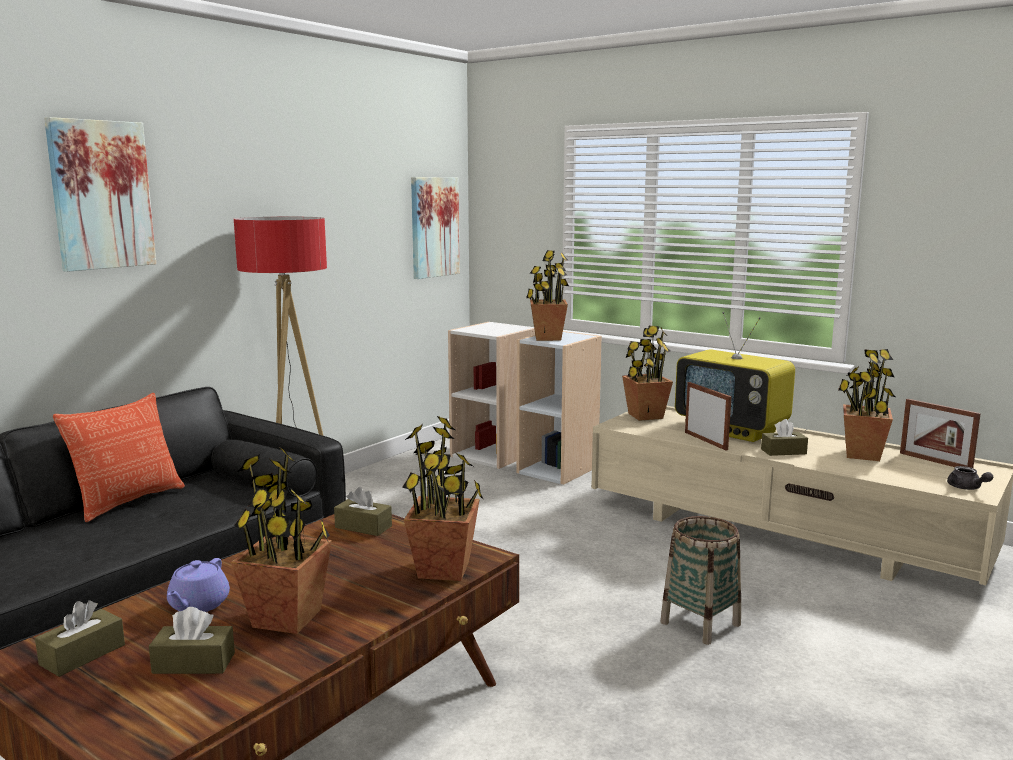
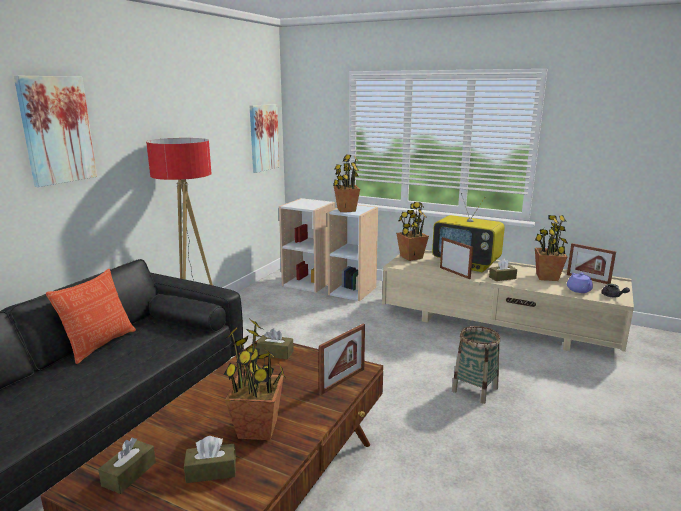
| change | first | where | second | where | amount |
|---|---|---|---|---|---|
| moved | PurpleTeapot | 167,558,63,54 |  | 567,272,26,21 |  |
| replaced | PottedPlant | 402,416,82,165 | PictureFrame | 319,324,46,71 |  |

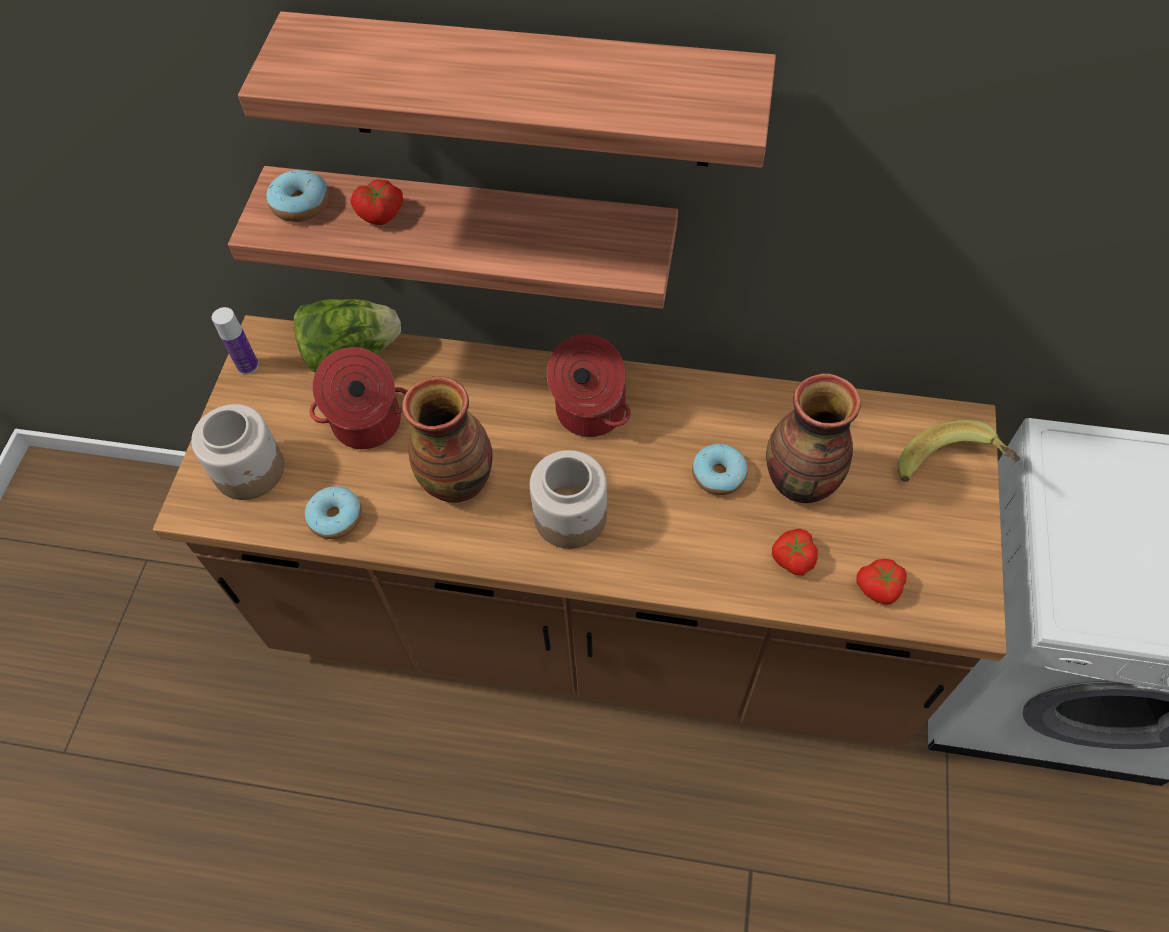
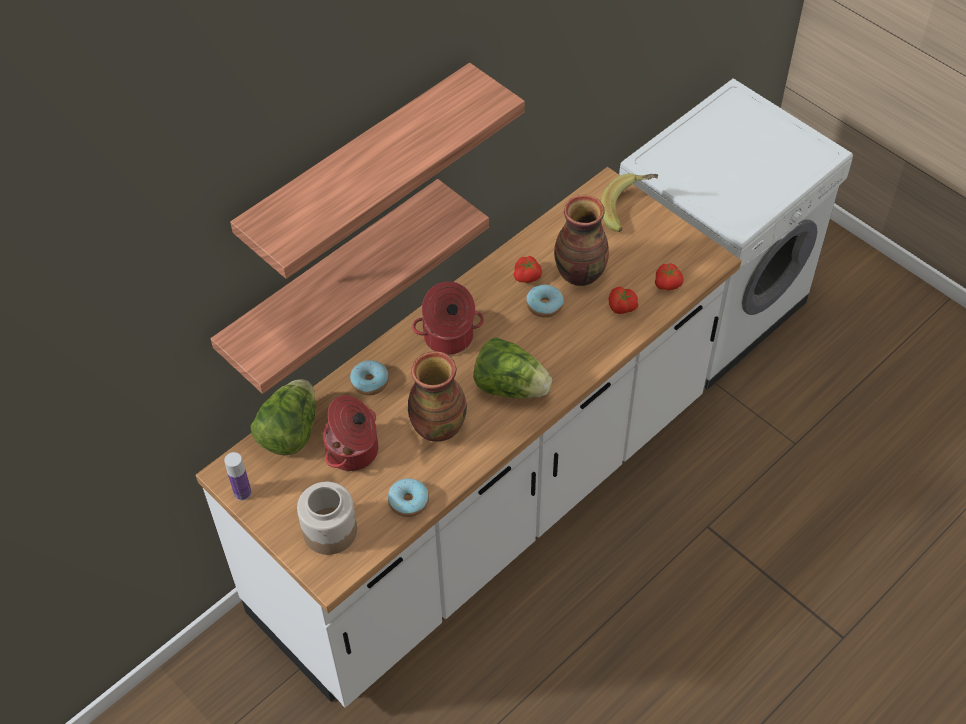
| change | first | where | second | where | amount |
|---|---|---|---|---|---|
| moved | Donut | 266,170,63,52 |  | 350,360,39,35 |  |
| moved | Tomato | 351,179,52,46 |  | 513,256,29,27 |  |
| replaced | Jar | 530,450,77,99 | Lettuce | 473,337,79,61 |  |
| recoloured | BrownCounter | 153,315,854,432 | WhiteCounter | 196,167,545,541 |  |

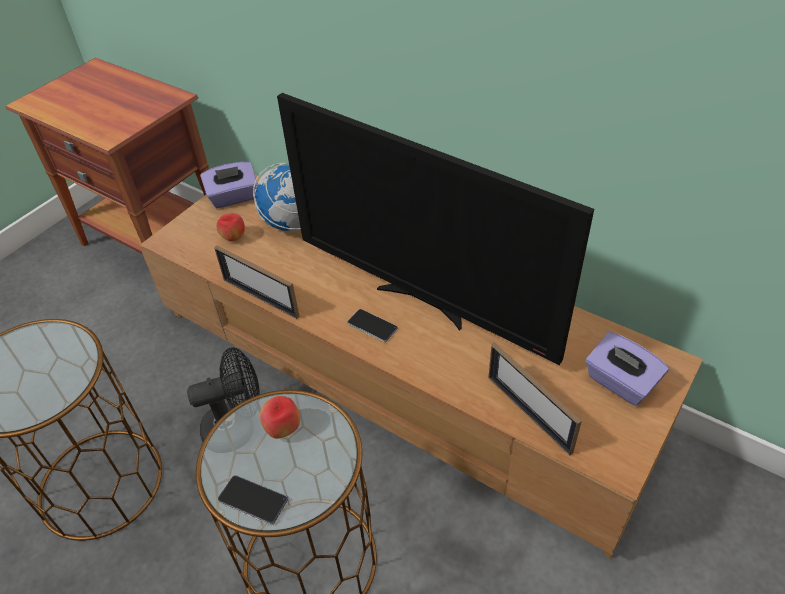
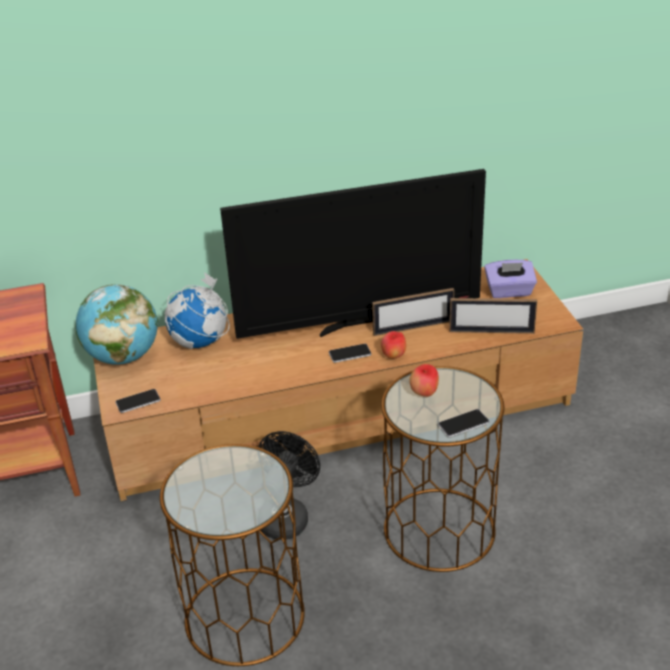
| change | first | where | second | where | amount |
|---|---|---|---|---|---|
| added |  |  | Phone | 115,389,46,24 |  |
| moved | PictureFrame | 214,245,86,74 |  | 372,288,83,48 |  |
| moved | Apple | 217,213,28,29 |  | 381,331,25,28 |  |
| replaced | PurpleTissueBox | 200,162,57,46 | Globe | 75,284,83,81 |  |

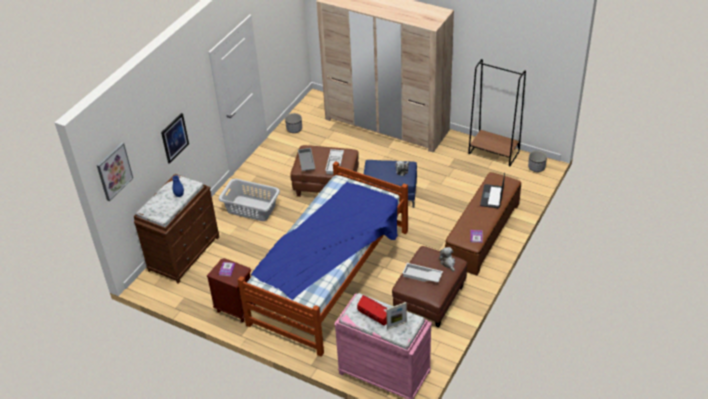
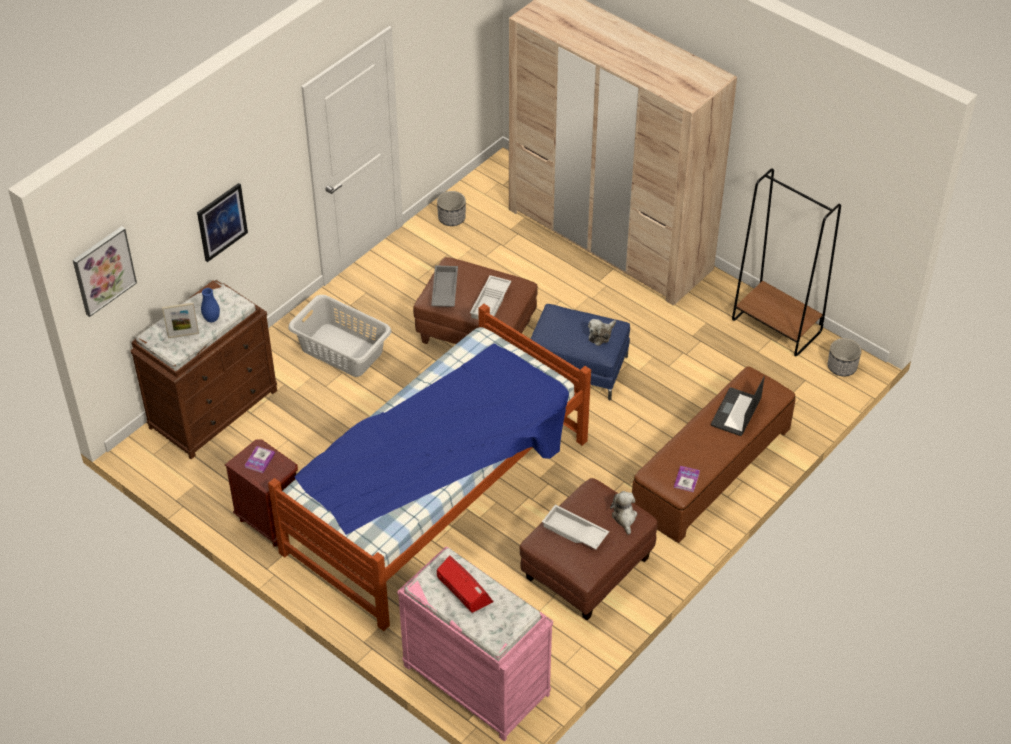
| change | first | where | second | where | amount |
|---|---|---|---|---|---|
| moved | PictureFrame | 386,302,21,28 |  | 162,303,37,35 |  |

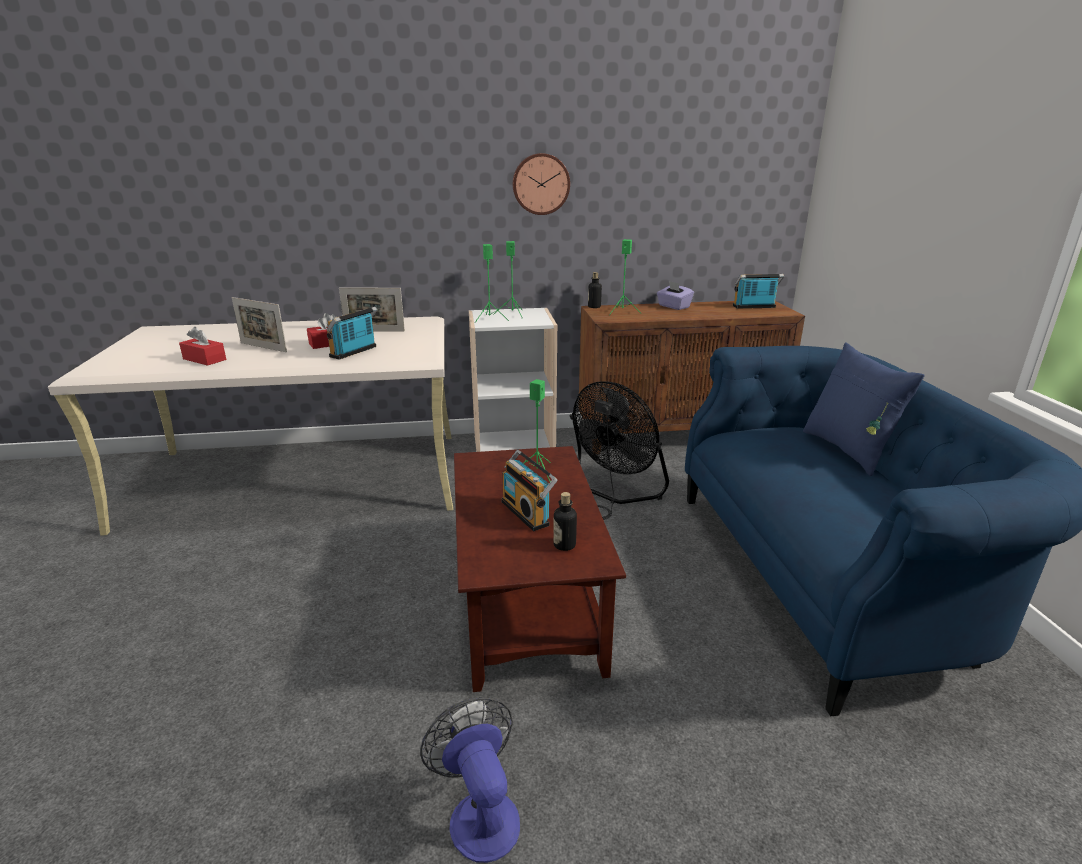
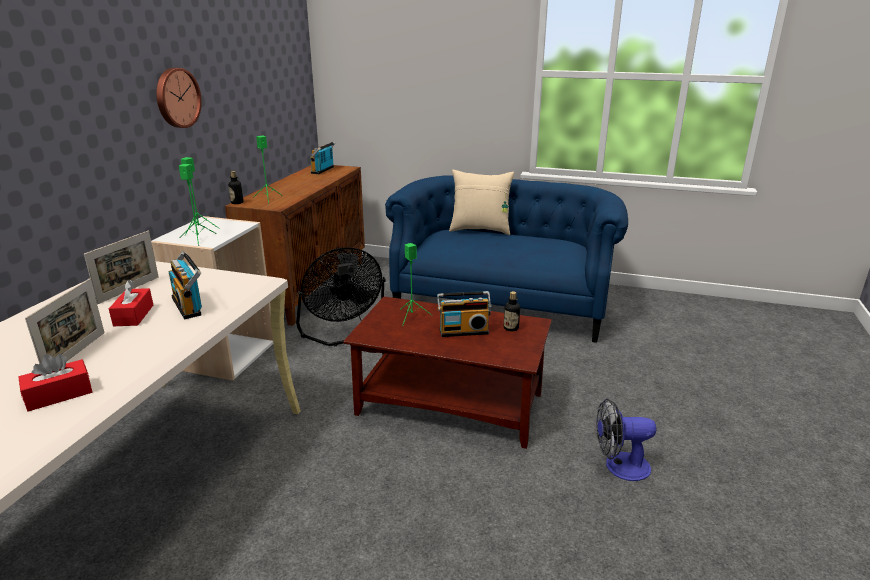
| change | first | where | second | where | amount |
|---|---|---|---|---|---|
| removed | PurpleTissueBox | 657,281,37,29 |  |  |  |
| recoloured | BluePillow | 803,343,121,133 | BeigePillow | 449,169,65,66 |  |
| turned | PictureFrame | 232,297,55,55 |  | 25,279,79,85 | 45 degrees counterclockwise |

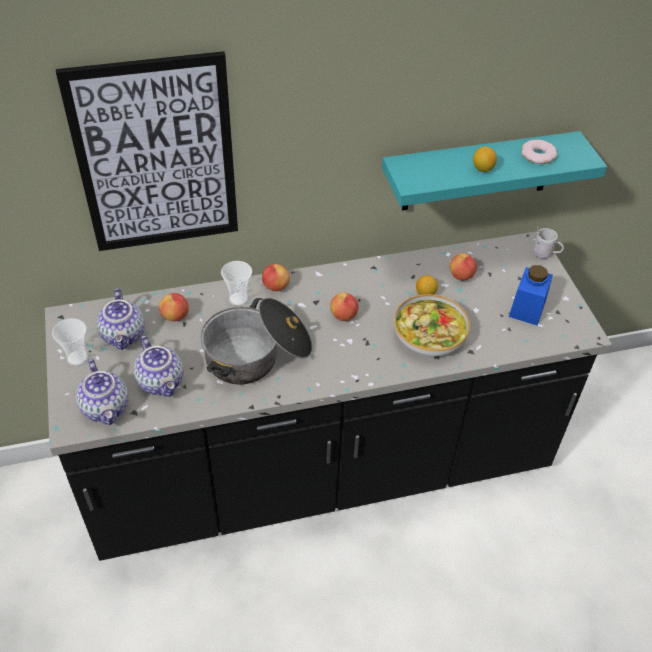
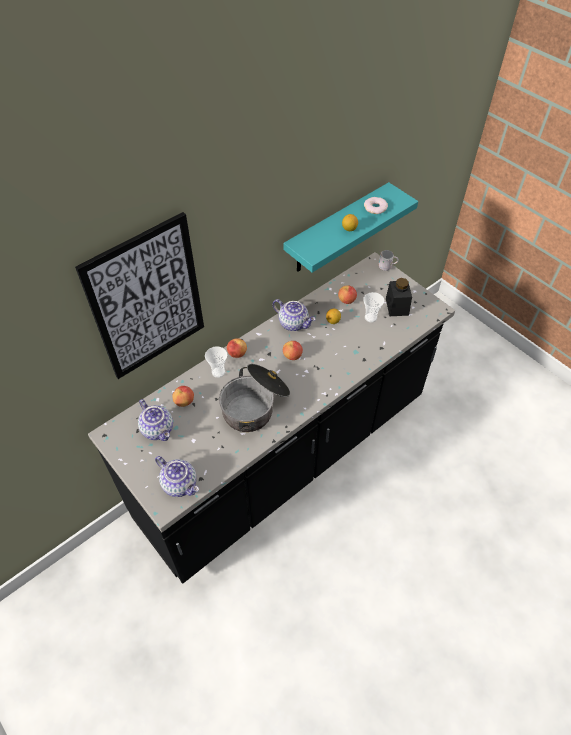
| change | first | where | second | where | amount |
|---|---|---|---|---|---|
| removed | Bowl | 394,294,76,62 |  |  |  |
| moved | Cup | 52,318,36,48 |  | 363,292,21,31 |  |
| moved | Teapot | 134,335,49,62 |  | 273,299,43,32 |  |
| recoloured | BlueJar | 509,265,44,61 | BlackJar | 386,278,26,38 |  |

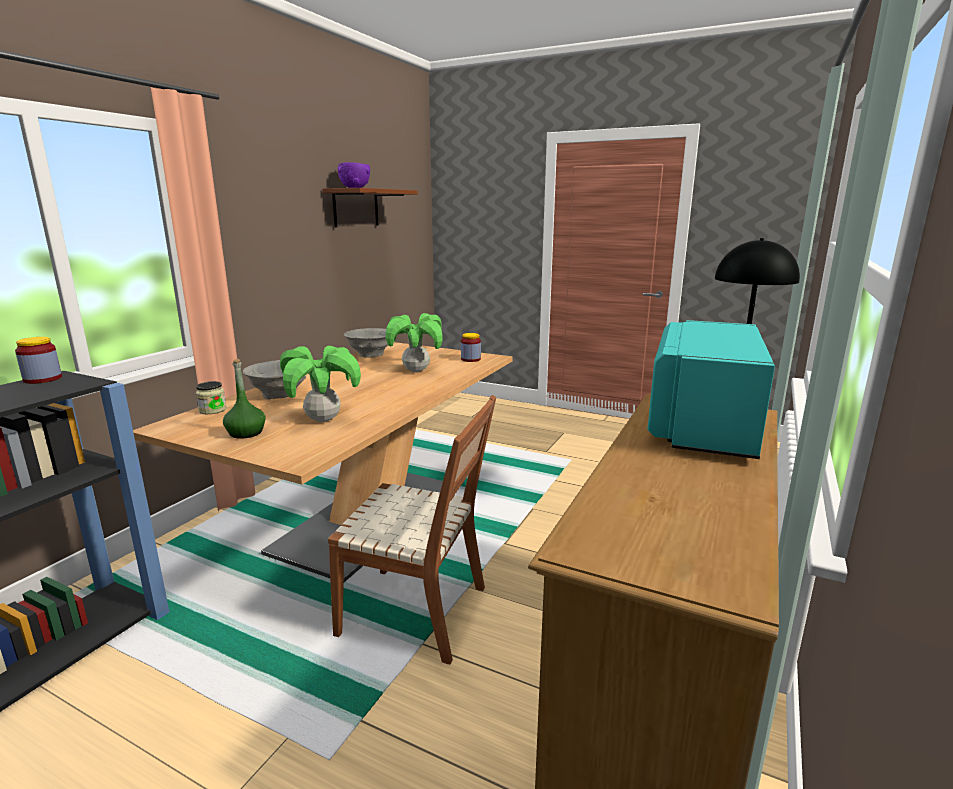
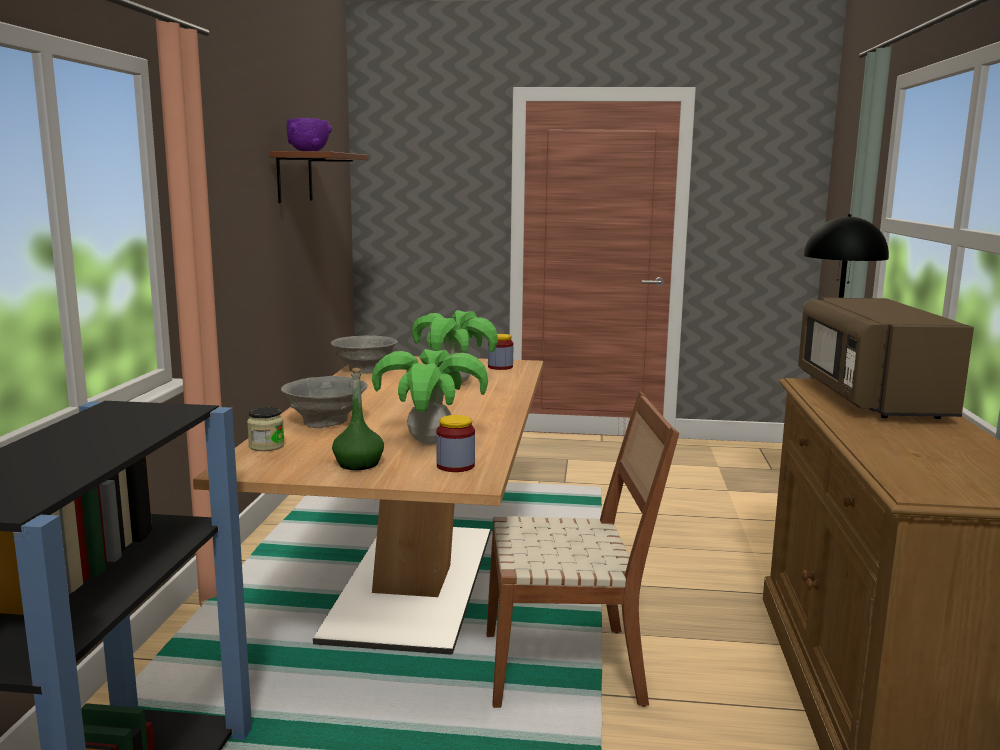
| change | first | where | second | where | amount |
|---|---|---|---|---|---|
| moved | Jar | 15,337,47,47 |  | 436,415,39,57 |  |
| recoloured | TurquoiseMicrowave | 647,320,128,139 | BrownMicrowave | 798,298,176,121 |  |

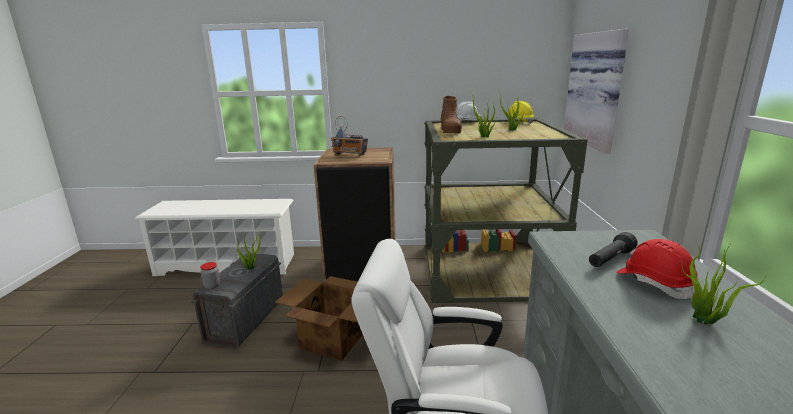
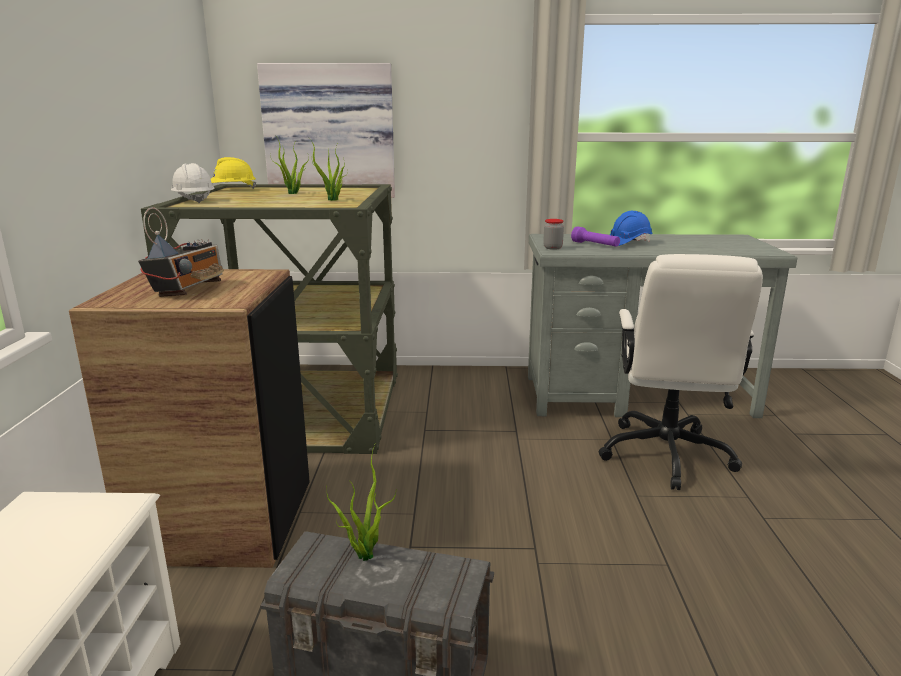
| change | first | where | second | where | amount |
|---|---|---|---|---|---|
| removed | CardboardBox | 275,276,88,85 |  |  |  |
| removed | BrownBoot | 440,96,22,37 |  |  |  |
| removed | PottedPlant | 682,242,85,83 |  |  |  |
| moved | Jar | 200,262,21,27 |  | 543,219,21,31 |  |
| recoloured | BlackFlashlight | 589,232,49,35 | PurpleFlashlight | 571,226,49,21 |  |
| recoloured | RedHardHat | 616,239,82,60 | BlueHardHat | 610,211,42,35 |  |

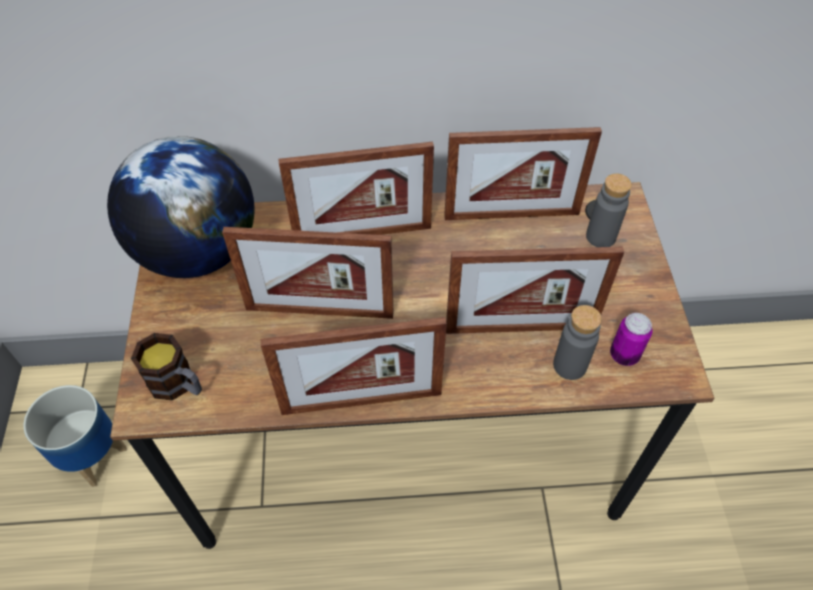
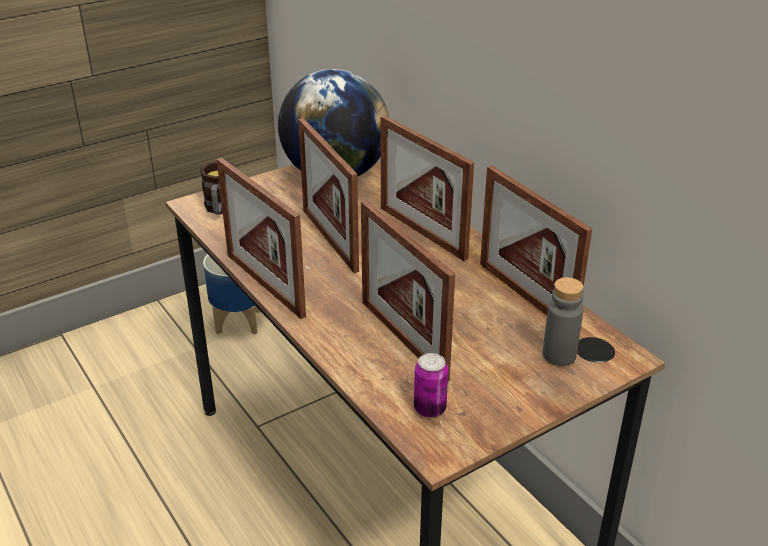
| change | first | where | second | where | amount |
|---|---|---|---|---|---|
| removed | GreyBottle | 553,305,49,75 |  |  |  |

